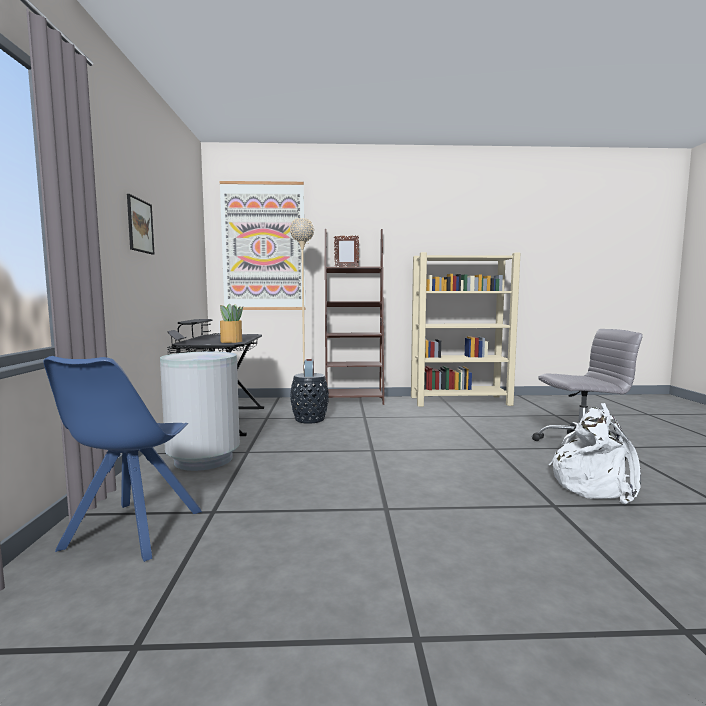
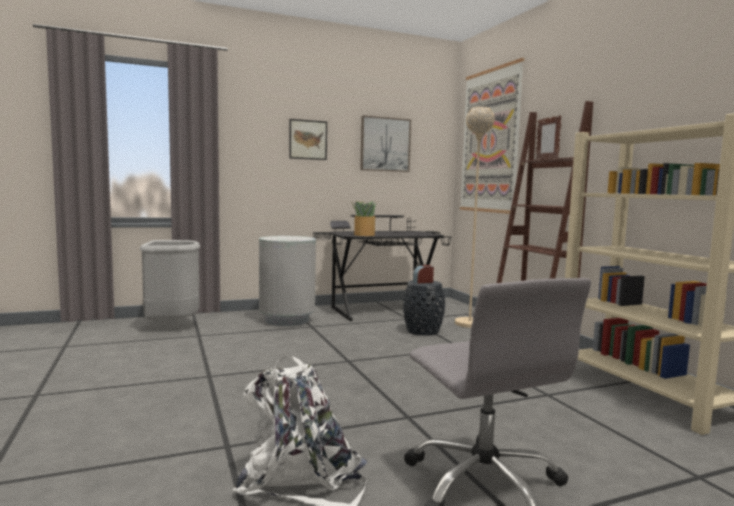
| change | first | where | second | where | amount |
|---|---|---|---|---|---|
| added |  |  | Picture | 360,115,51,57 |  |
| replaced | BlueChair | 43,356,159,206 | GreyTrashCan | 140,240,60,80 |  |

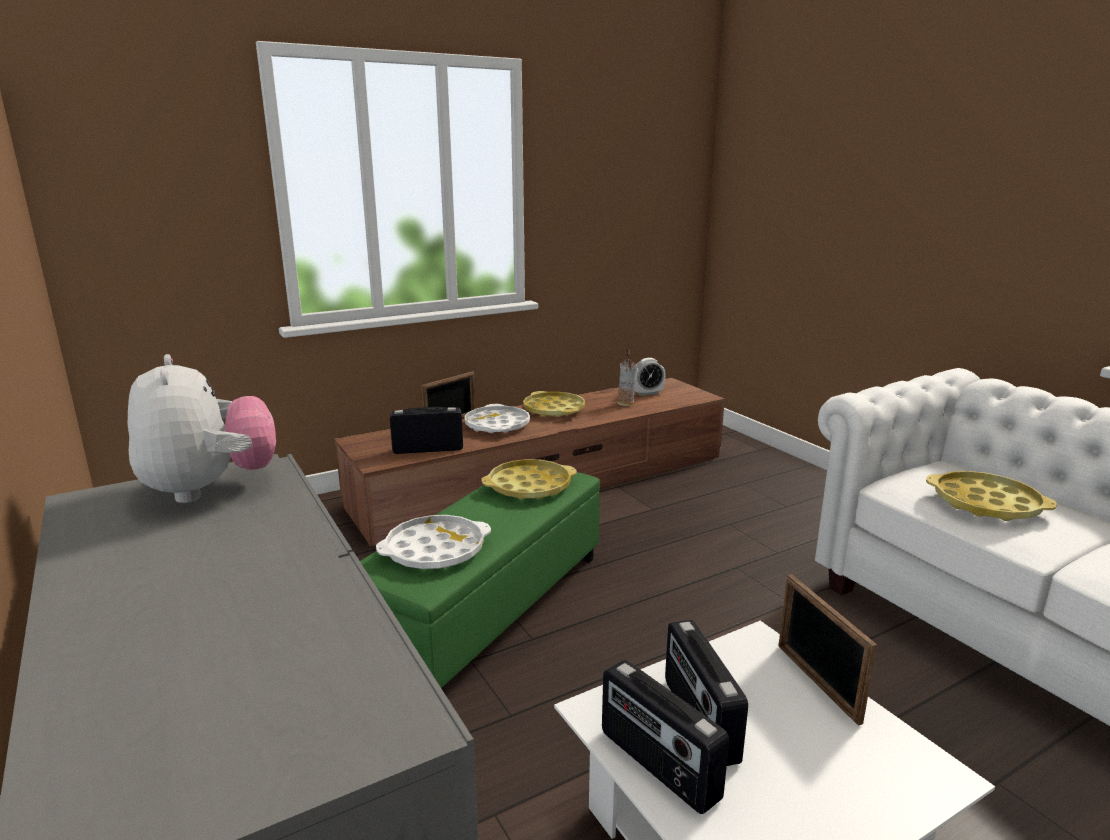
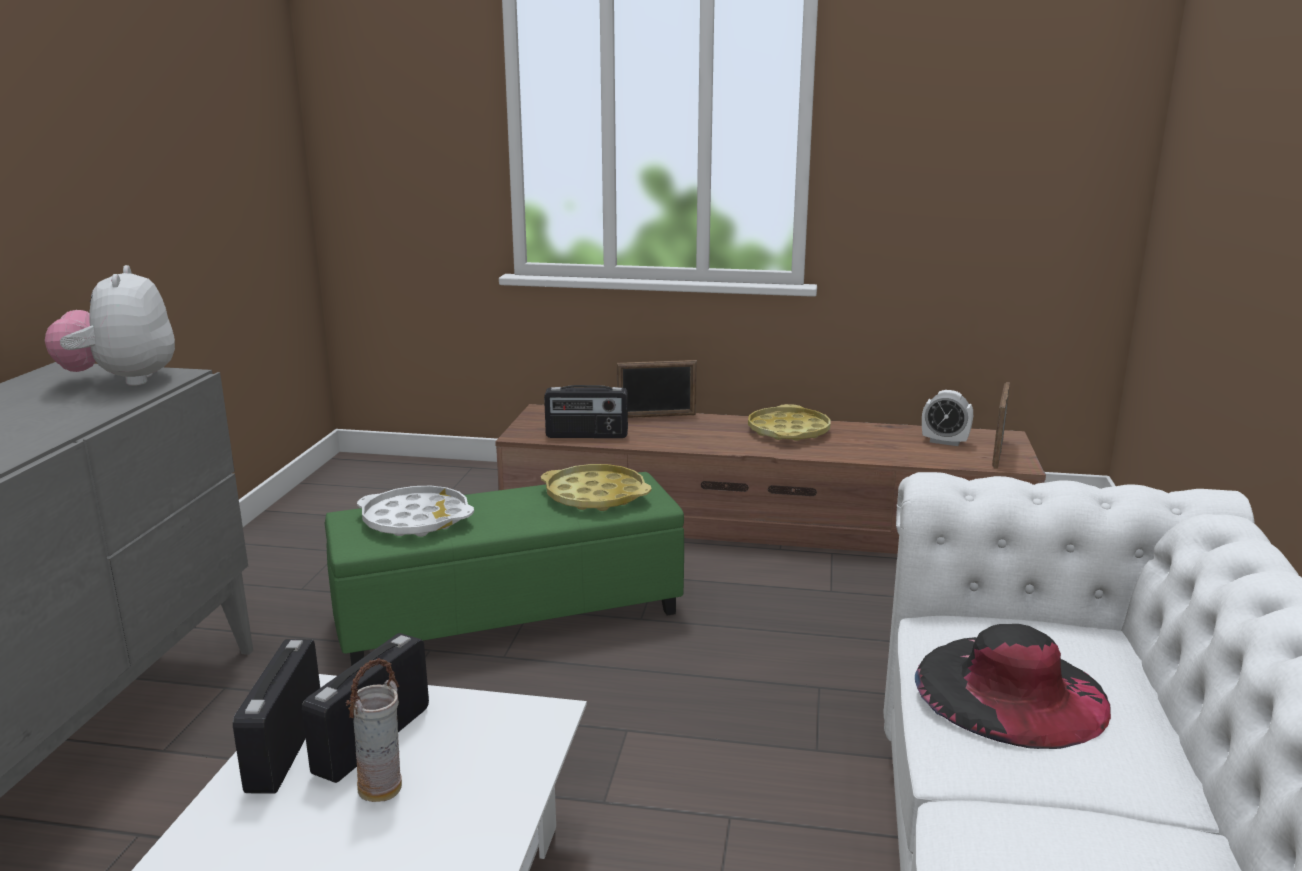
| change | first | where | second | where | amount |
|---|---|---|---|---|---|
| removed | WhiteTray | 465,404,65,29 |  |  |  |
| moved | Vase | 617,349,20,57 |  | 346,658,56,144 |  |
| moved | PictureFrame | 778,574,99,152 |  | 992,382,18,87 |  |
| replaced | YellowTray | 926,471,131,50 | BlackHat | 915,624,196,125 |  |
| turned | PlushToy | 128,354,148,149 |  | 45,265,130,121 | 150 degrees clockwise |
| turned | Radio | 390,407,73,47 |  | 544,385,84,53 | 150 degrees clockwise |

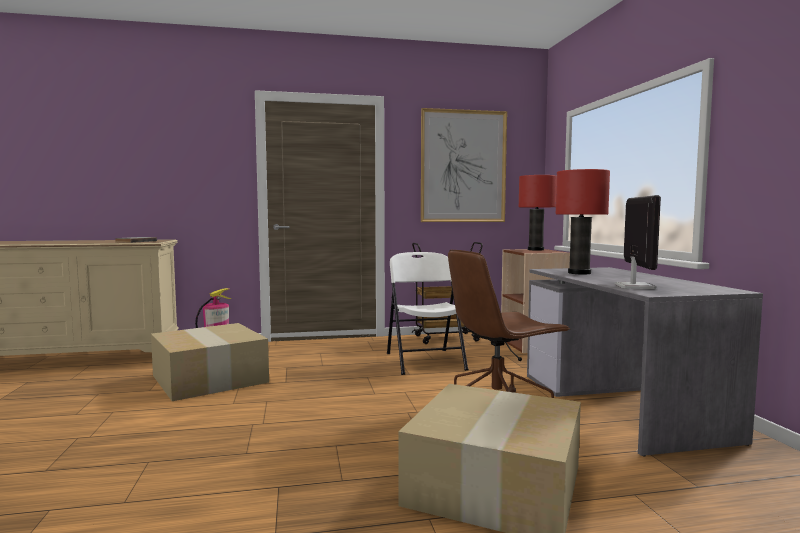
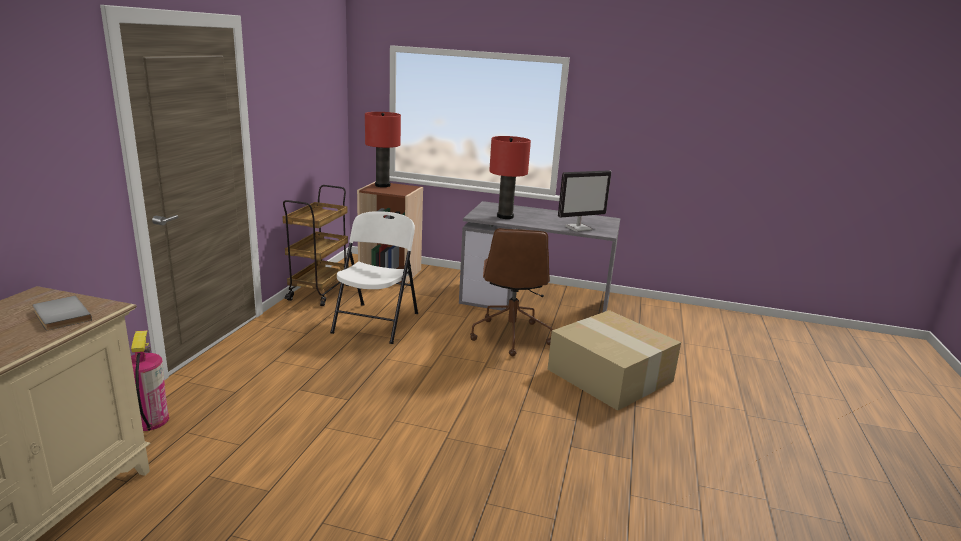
| change | first | where | second | where | amount |
|---|---|---|---|---|---|
| removed | CardboardBox | 151,323,118,78 |  |  |  |
| removed | Picture | 421,108,86,114 |  |  |  |
| turned | WhiteChair | 387,252,82,123 |  | 330,211,88,133 | 90 degrees clockwise |
| turned | Monitor | 615,195,46,94 |  | 558,170,54,62 | 120 degrees clockwise |

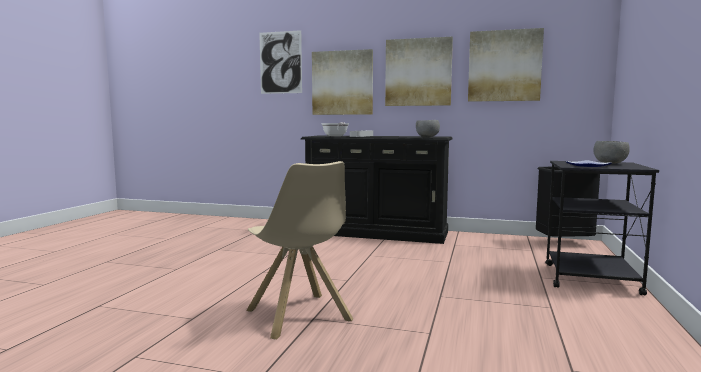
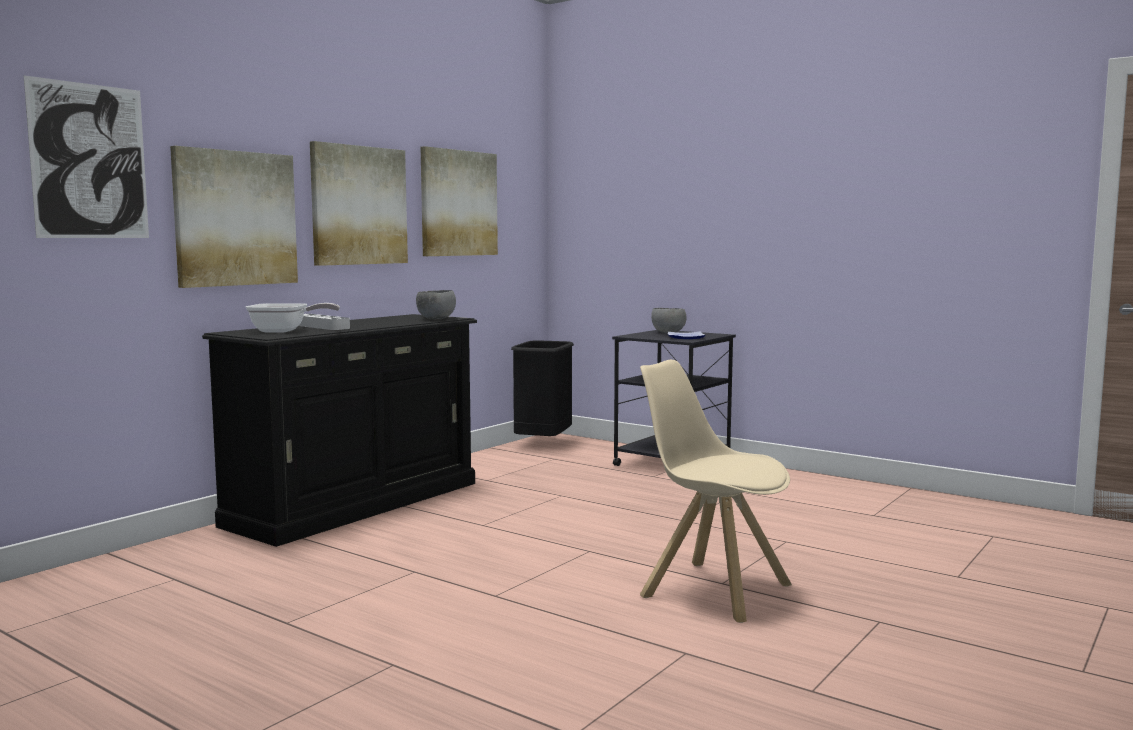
| change | first | where | second | where | amount |
|---|---|---|---|---|---|
| turned | BeigeChair | 246,161,107,178 |  | 640,360,152,263 | 135 degrees counterclockwise |

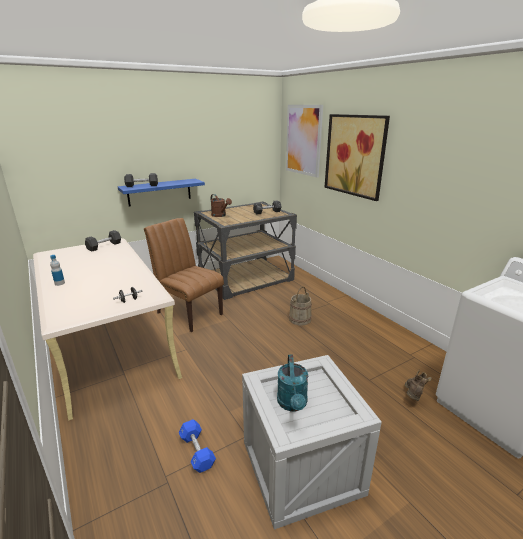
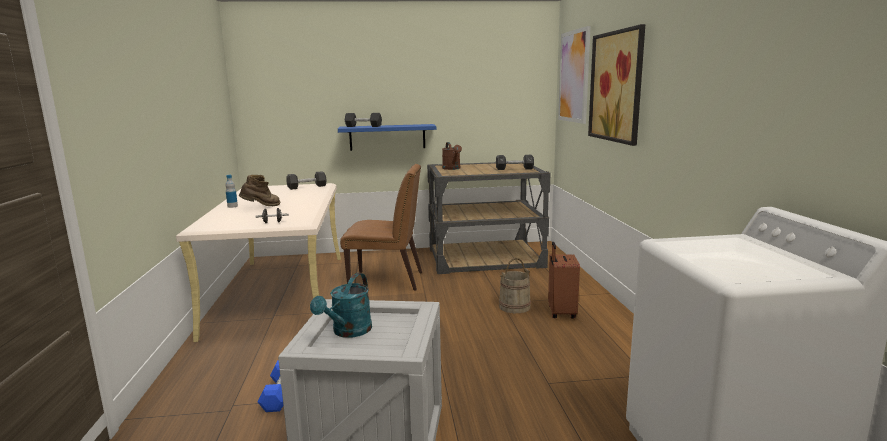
| change | first | where | second | where | amount |
|---|---|---|---|---|---|
| added |  |  | BrownSuitcase | 548,242,32,77 |  |
| moved | BrownBoot | 405,370,27,31 |  | 239,175,41,31 |  |
| turned | BrownChair | 144,218,80,114 |  | 340,164,82,126 | 120 degrees clockwise |

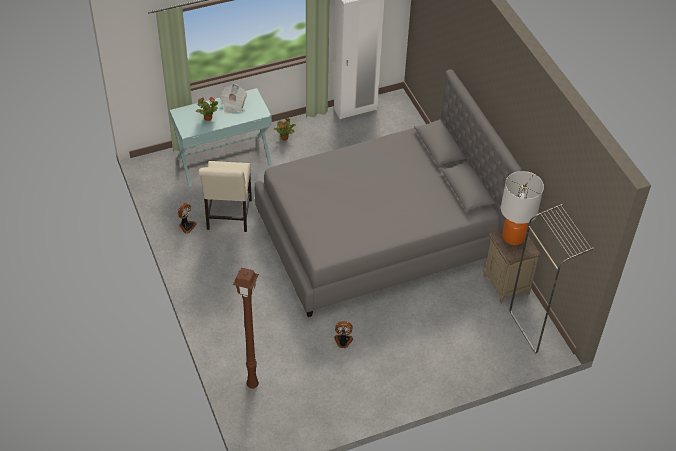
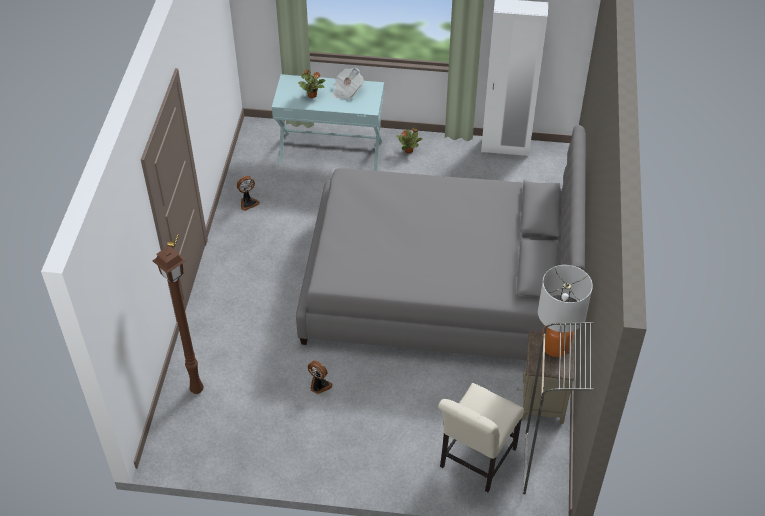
| change | first | where | second | where | amount |
|---|---|---|---|---|---|
| moved | BeigeChair | 199,161,53,71 |  | 438,383,86,109 |  |

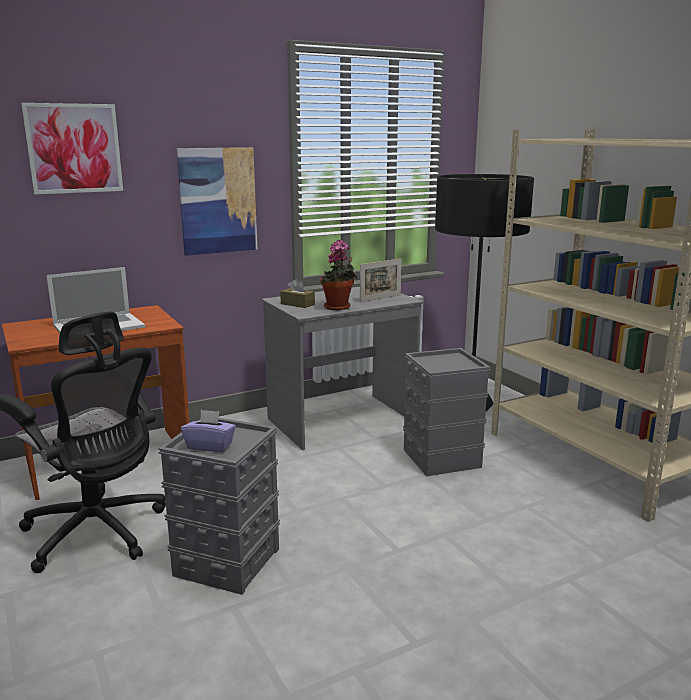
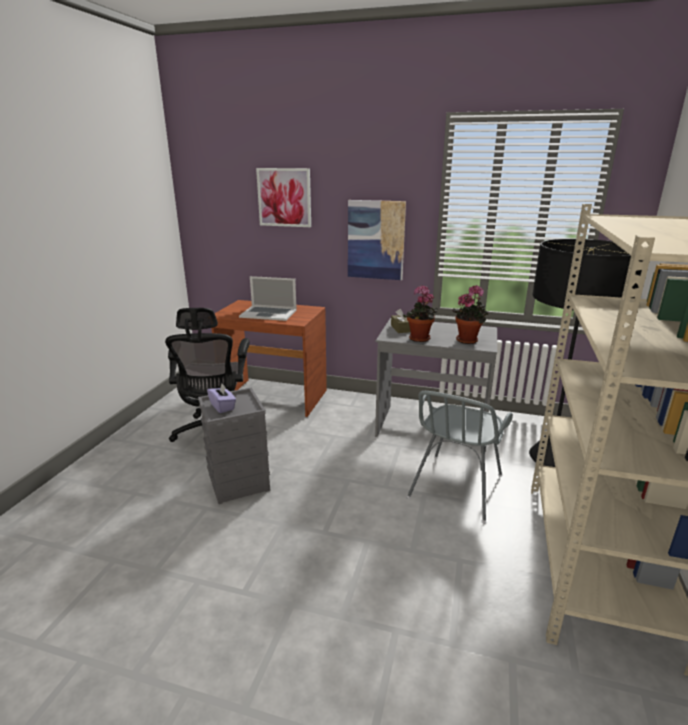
| change | first | where | second | where | amount |
|---|---|---|---|---|---|
| replaced | PictureFrame | 360,259,42,43 | PottedPlant | 452,285,36,59 |  |
| replaced | GreyStorageBox | 403,348,88,128 | GreyChair | 406,391,107,133 |  |

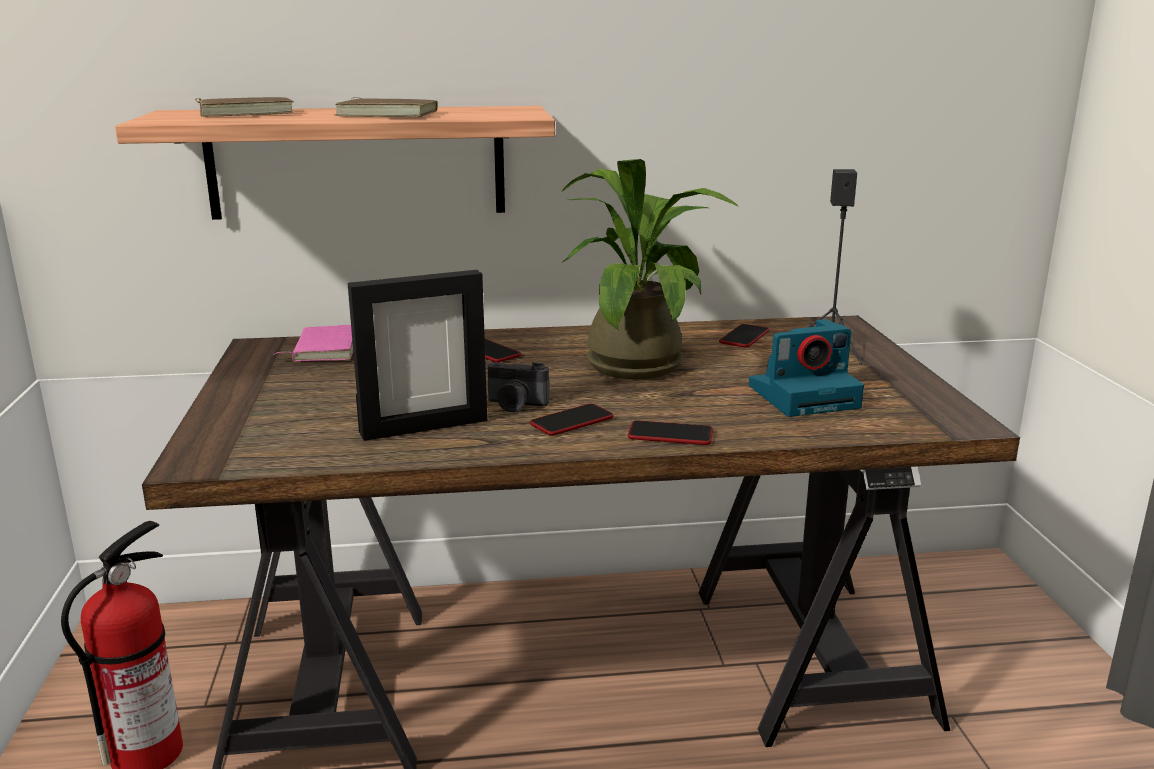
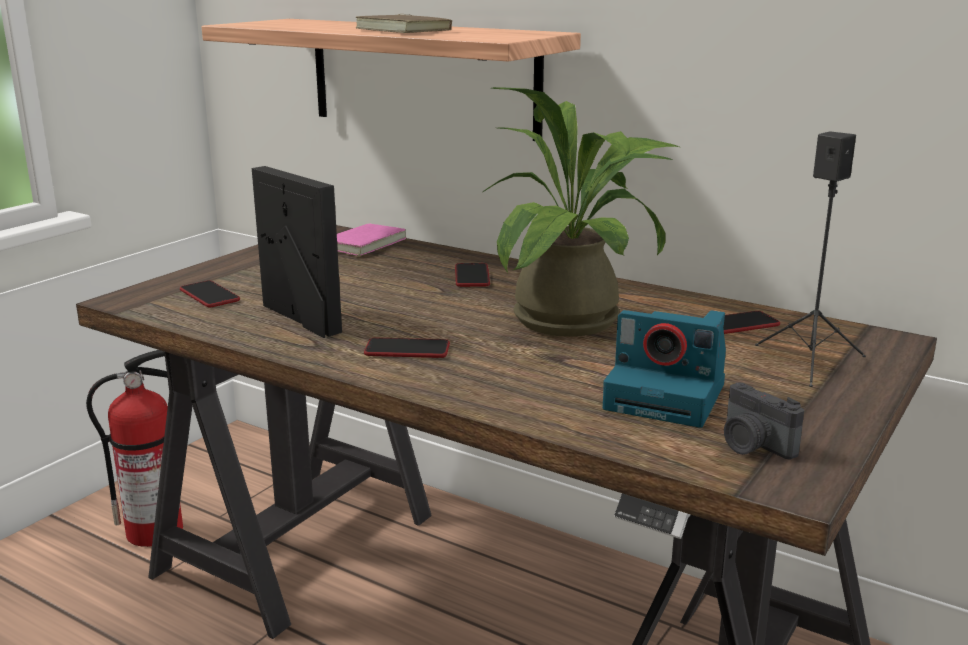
| change | first | where | second | where | amount |
|---|---|---|---|---|---|
| removed | BrownBook | 195,97,99,20 |  |  |  |
| moved | PhotoCamera | 487,362,62,50 |  | 724,382,80,78 |  |
| moved | Phone | 628,420,85,25 |  | 180,280,60,27 |  |
| turned | PictureFrame | 348,270,139,171 |  | 252,166,90,172 | 150 degrees counterclockwise |

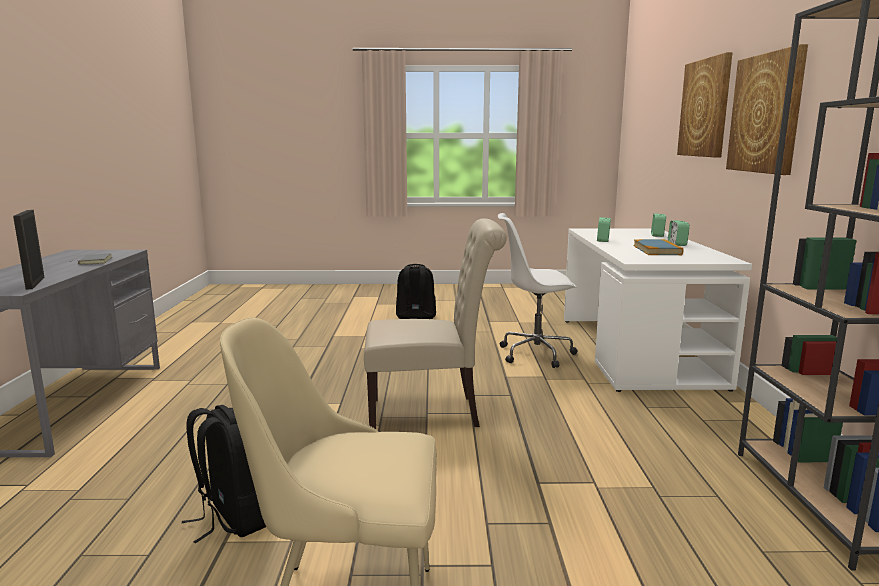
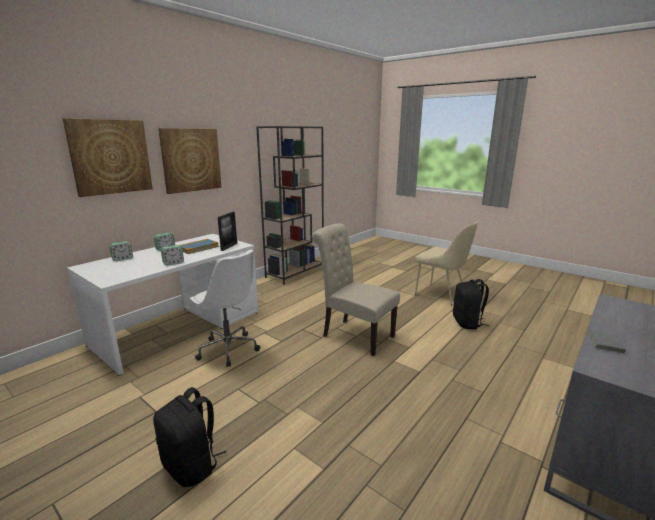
| change | first | where | second | where | amount |
|---|---|---|---|---|---|
| moved | PictureFrame | 13,210,32,80 |  | 218,212,19,39 |  |

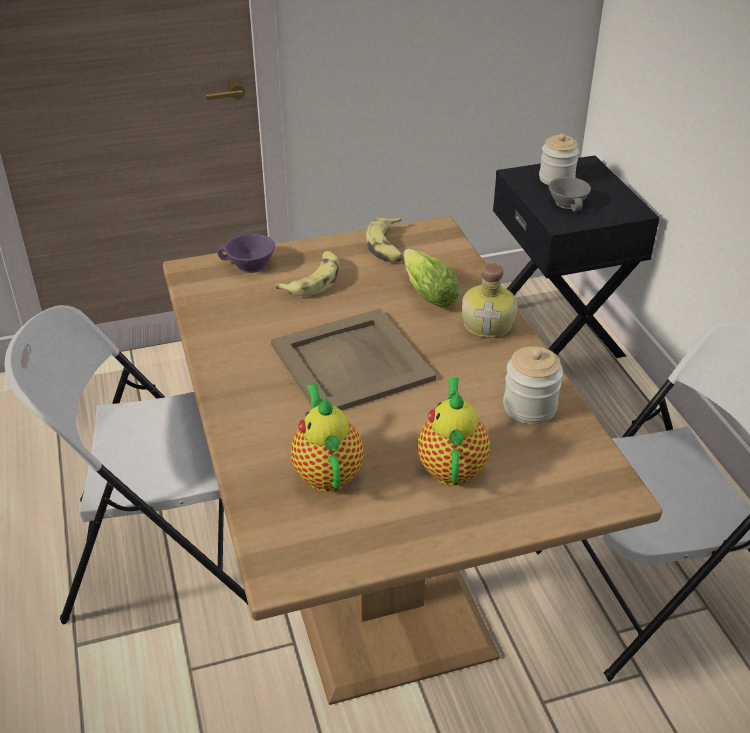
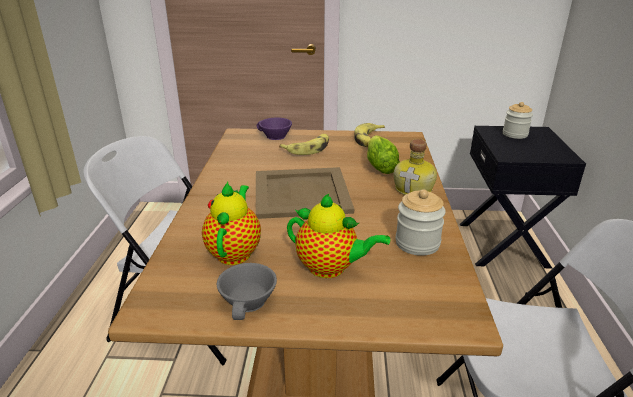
| change | first | where | second | where | amount |
|---|---|---|---|---|---|
| moved | GreyCup | 549,177,42,35 |  | 217,263,60,57 |  |
| turned | Teapot | 417,378,73,108 |  | 287,194,103,84 | 90 degrees clockwise |

